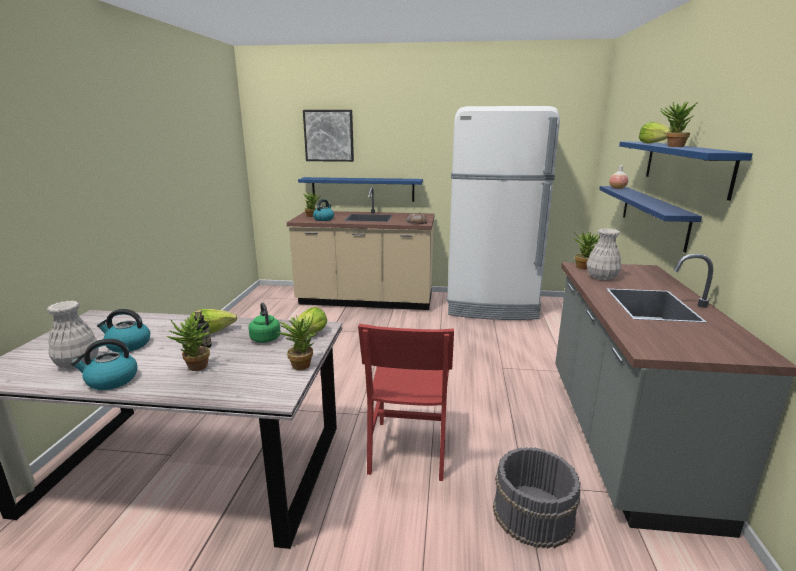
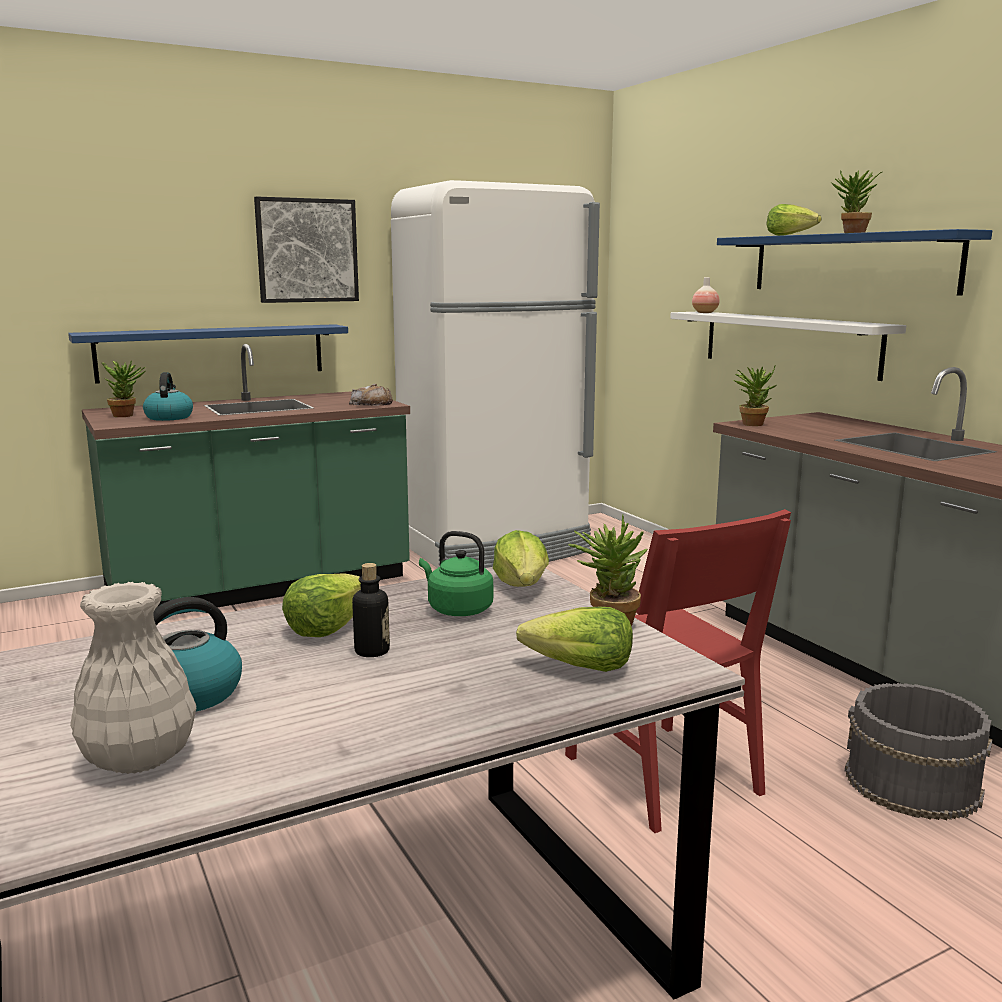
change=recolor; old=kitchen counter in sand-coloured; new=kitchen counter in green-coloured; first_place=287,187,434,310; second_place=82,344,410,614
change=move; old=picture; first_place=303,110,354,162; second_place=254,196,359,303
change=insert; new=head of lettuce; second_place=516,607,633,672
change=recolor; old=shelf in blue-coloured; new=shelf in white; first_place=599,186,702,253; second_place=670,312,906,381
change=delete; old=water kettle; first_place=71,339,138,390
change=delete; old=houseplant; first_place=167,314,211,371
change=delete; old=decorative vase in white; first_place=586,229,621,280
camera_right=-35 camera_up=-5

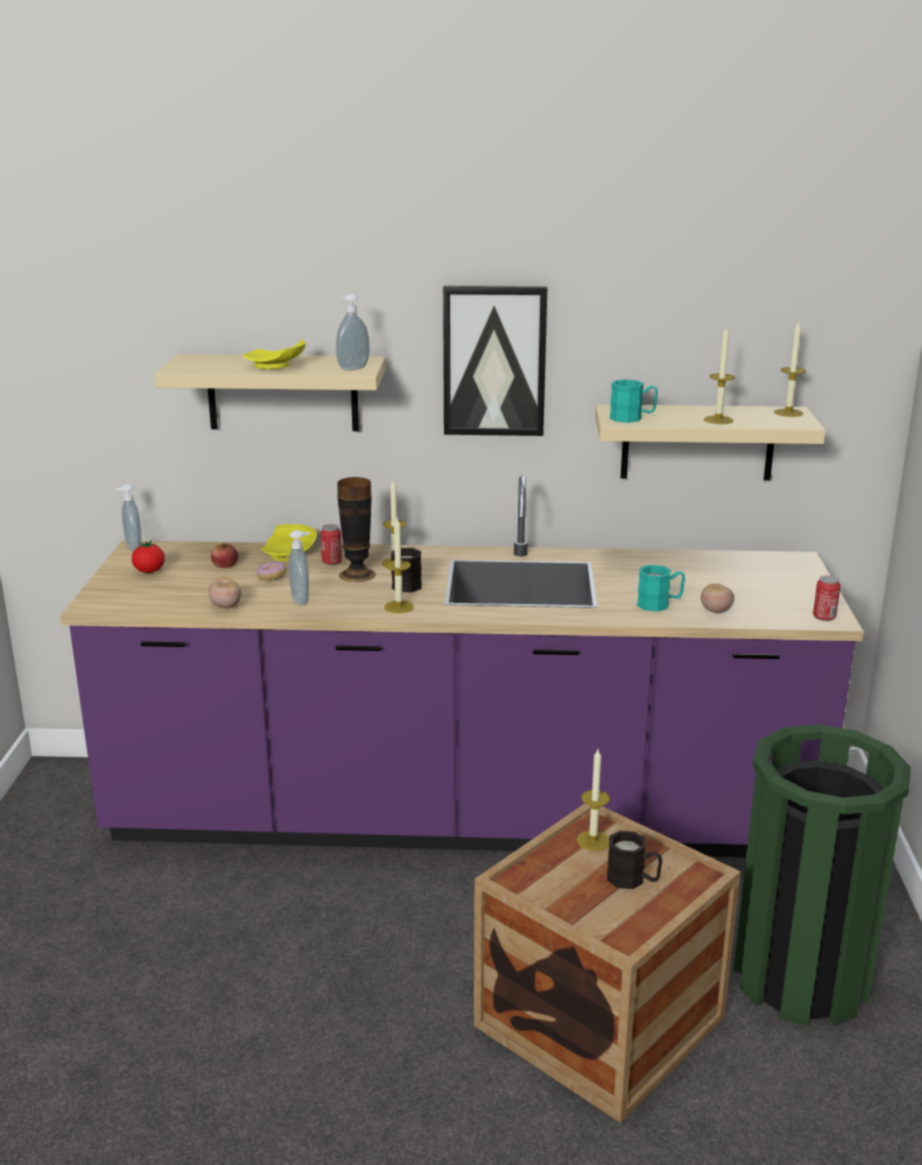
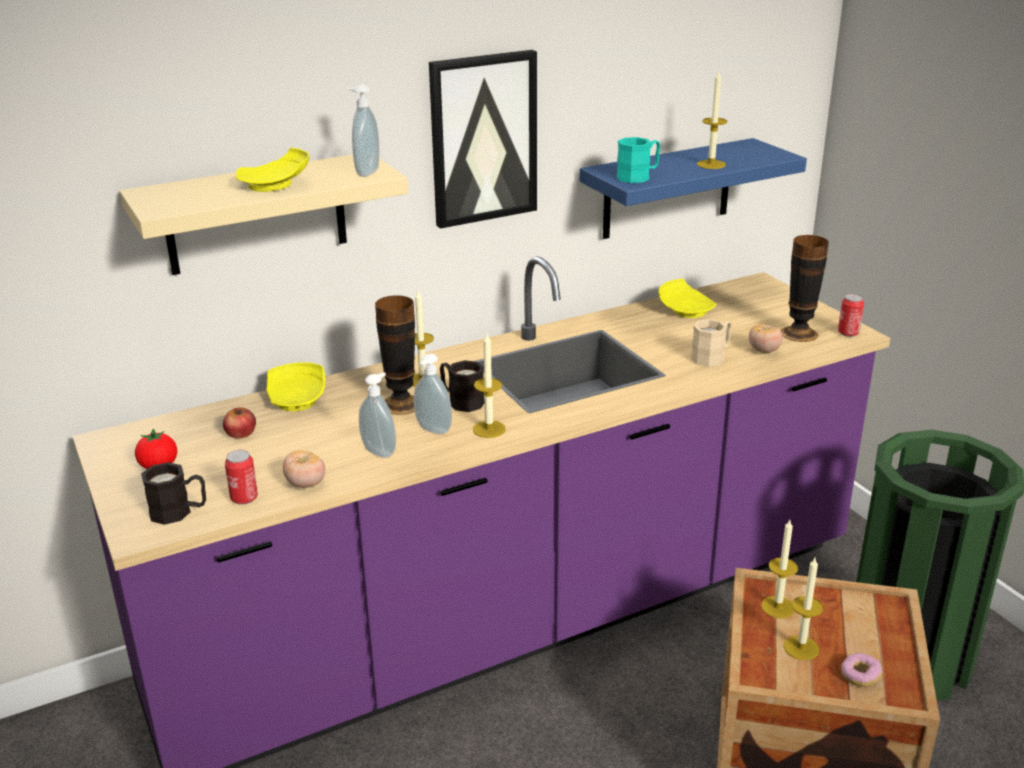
change=move; old=tea mug in black; first_place=607,831,662,889; second_place=141,462,206,525
change=move; old=sealed can; first_place=320,524,342,565; second_place=225,450,258,505
change=move; old=soap bottle; first_place=115,484,141,552; second_place=414,353,452,434
change=recolor; old=shelf in sand-coloured; new=shelf in blue-coloured; first_place=595,404,826,481; second_place=580,138,807,239
change=insert; new=flat dish in yellow-coloured; second_place=658,279,716,318
change=recolor; old=tea mug in turquoise; new=tea mug in sand-coloured; first_place=637,565,685,612; second_place=691,319,732,367
change=insert; new=decorative vase; second_place=781,235,829,342
change=move; old=wax light; first_place=774,321,806,417; second_place=783,558,823,660
change=move; old=doughnut; first_place=257,562,286,580; second_place=841,653,882,687
camera_right=-30 camera_up=5

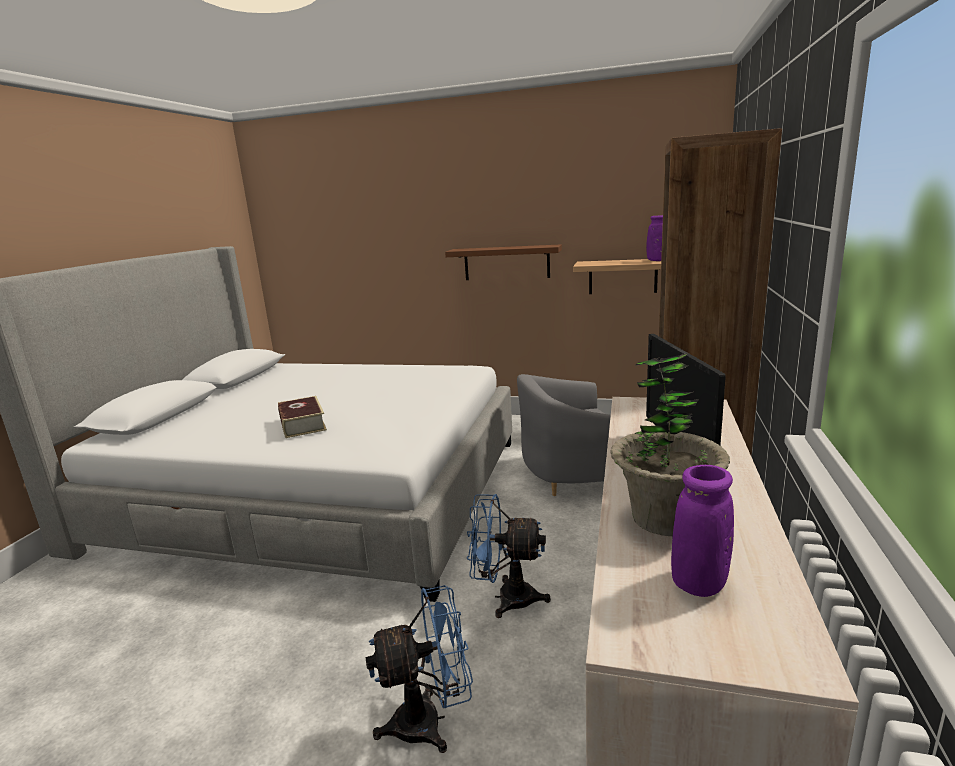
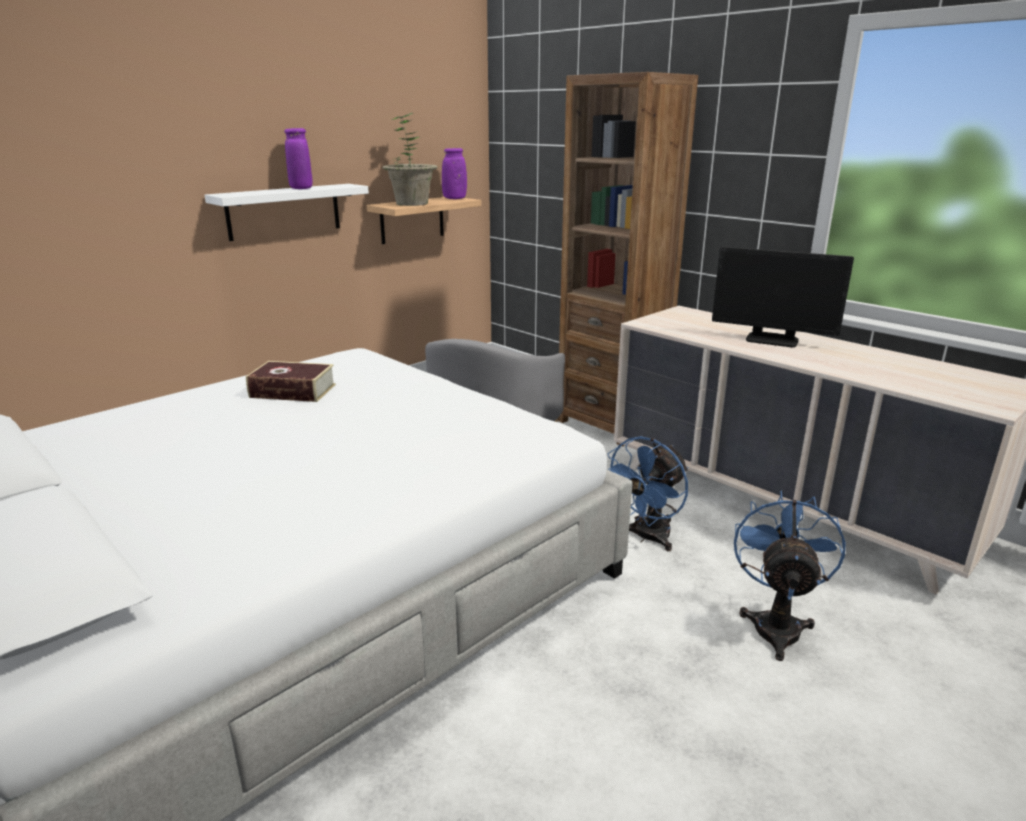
change=recolor; old=shelf in brown-coloured; new=shelf in white; first_place=445,244,562,280; second_place=205,184,369,241
change=move; old=bound book; first_place=278,396,327,438; second_place=246,361,336,402
change=move; old=decorative vase in purplish; first_place=671,465,734,597; second_place=284,128,313,189
change=move; old=houseplant; first_place=610,353,730,536; second_place=383,113,438,206
camera_right=-60 camera_up=5

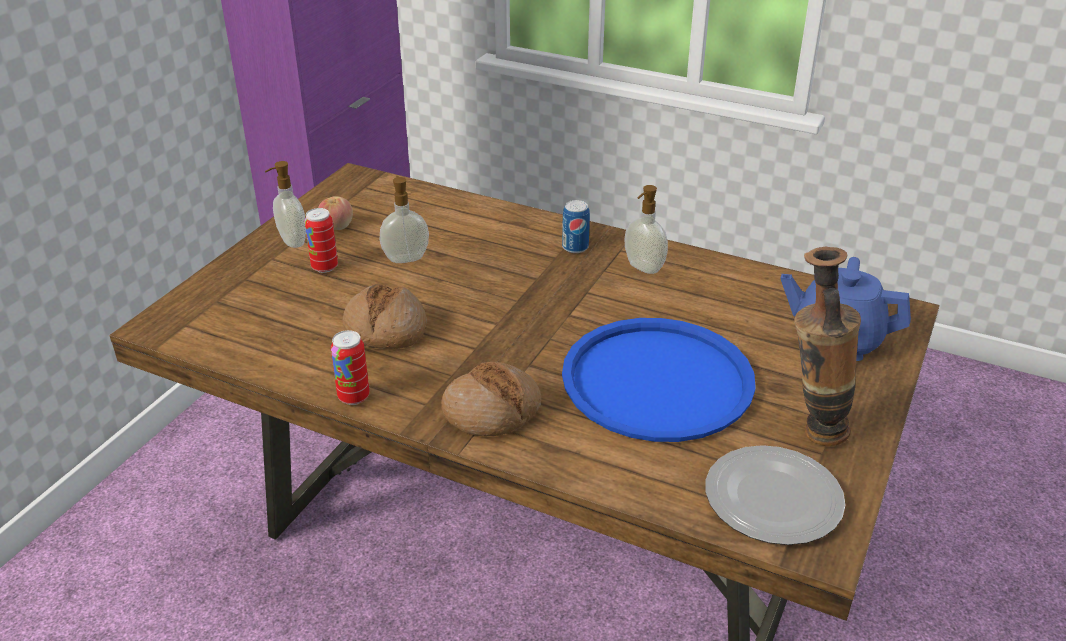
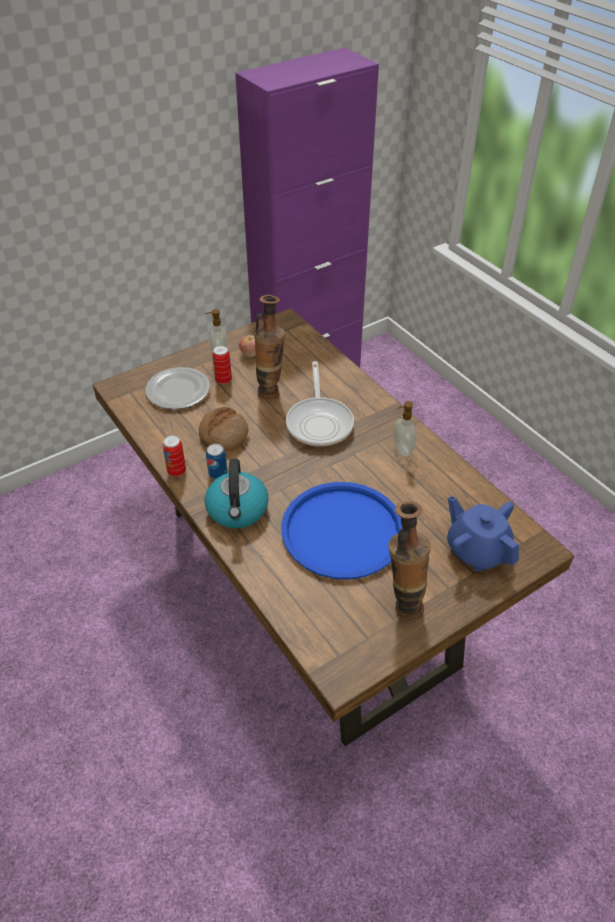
change=move; old=flat dish; first_place=706,445,845,545; second_place=145,367,210,409
change=replace; old=baked bread; new=water kettle; first_place=441,362,541,436; second_place=205,459,269,528
change=move; old=sealed can; first_place=562,200,590,253; second_place=206,444,228,479
change=replace; old=soap bottle; new=decorative vase; first_place=380,176,429,263; second_place=254,295,285,399
change=insert; new=skillet; second_place=286,361,354,447
camera_right=30 camera_up=10

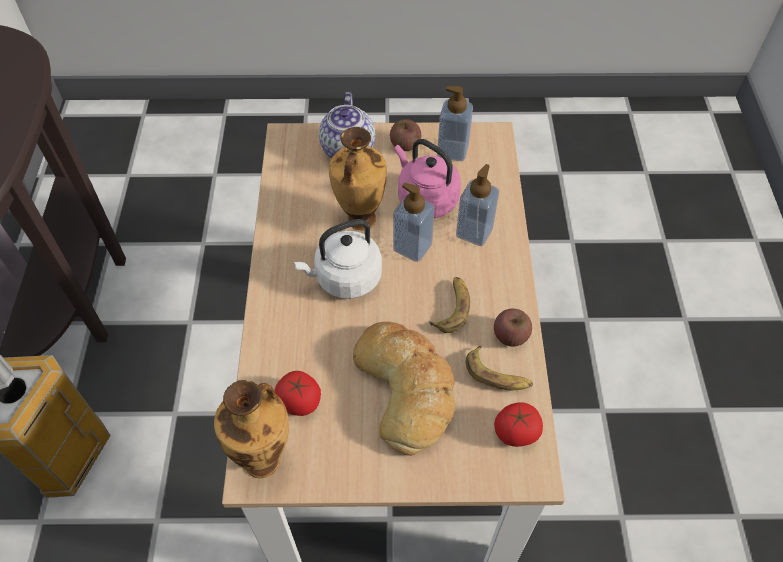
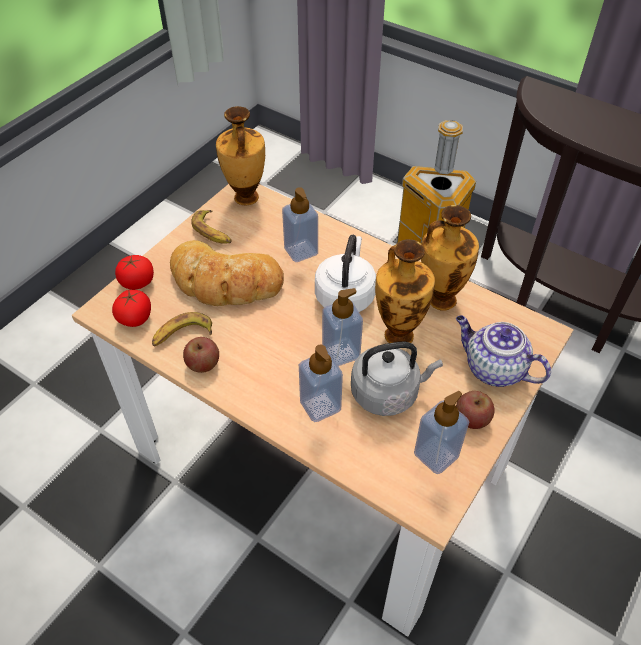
change=move; old=whole tomato; first_place=274,371,321,416; second_place=115,255,154,290
change=move; old=whole banana; first_place=429,277,470,333; second_place=191,210,231,244
change=insert; new=soap bottle; second_place=282,187,318,262
change=recolor; old=water kettle in pink-coloured; new=water kettle in greyish; first_place=395,139,461,218; second_place=351,341,443,416
change=insert; new=decorative vase; second_place=421,205,479,311
camera_right=125 camera_up=-5

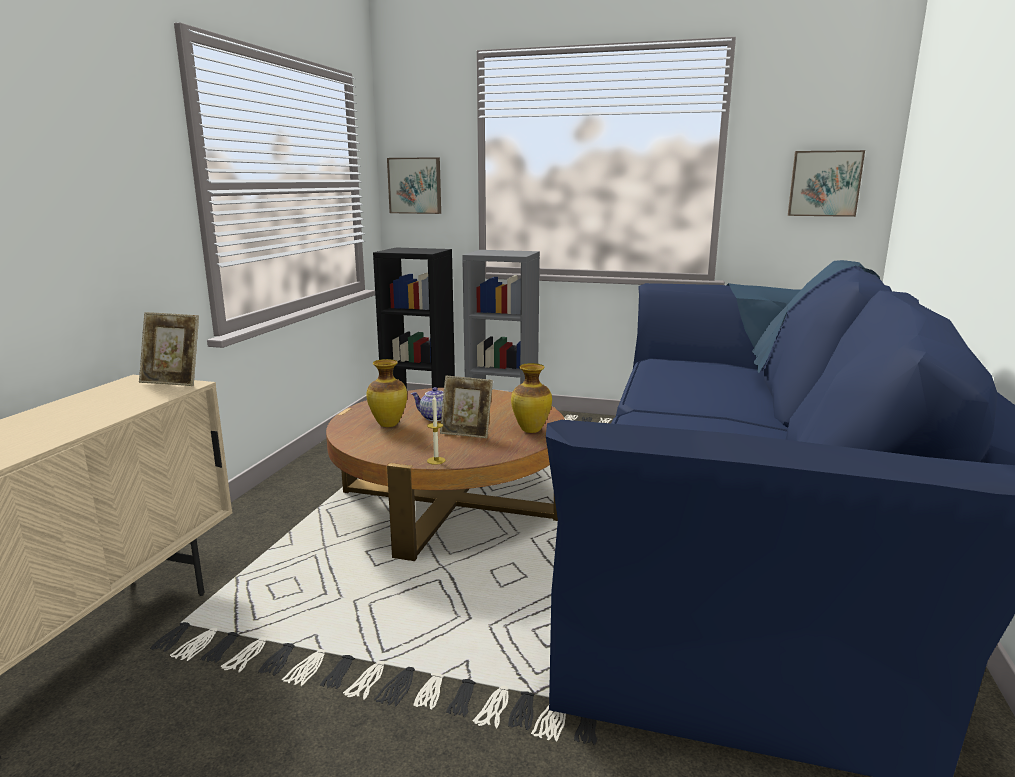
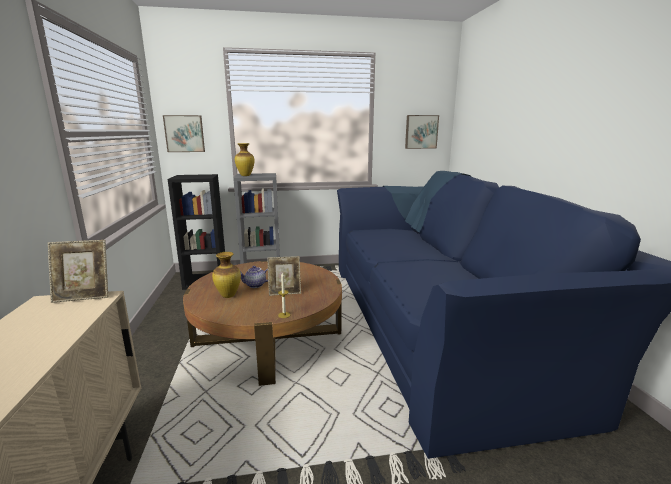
change=move; old=decorative vase; first_place=511,363,552,433; second_place=235,143,255,176
camera_right=-25 camera_up=0

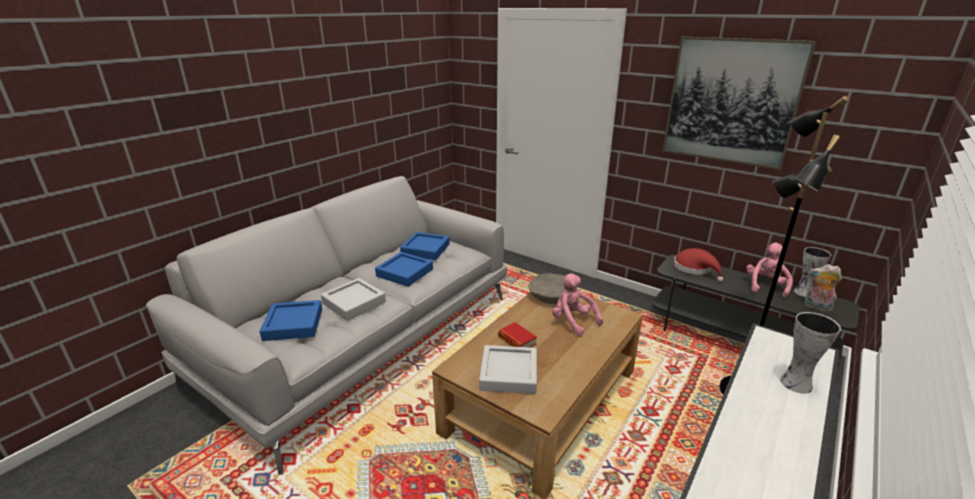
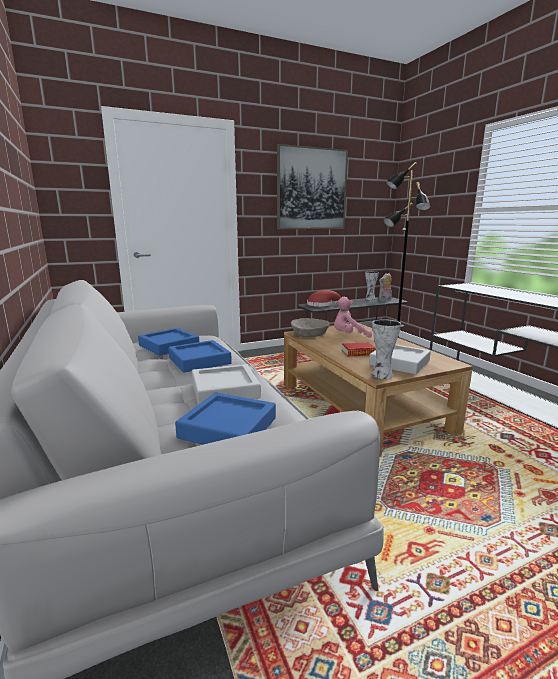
change=move; old=decorative vase; first_place=780,312,841,394; second_place=372,319,401,379
change=delete; old=cuddly toy in pink-coloured; first_place=746,243,793,298
camera_right=-60 camera_up=-10

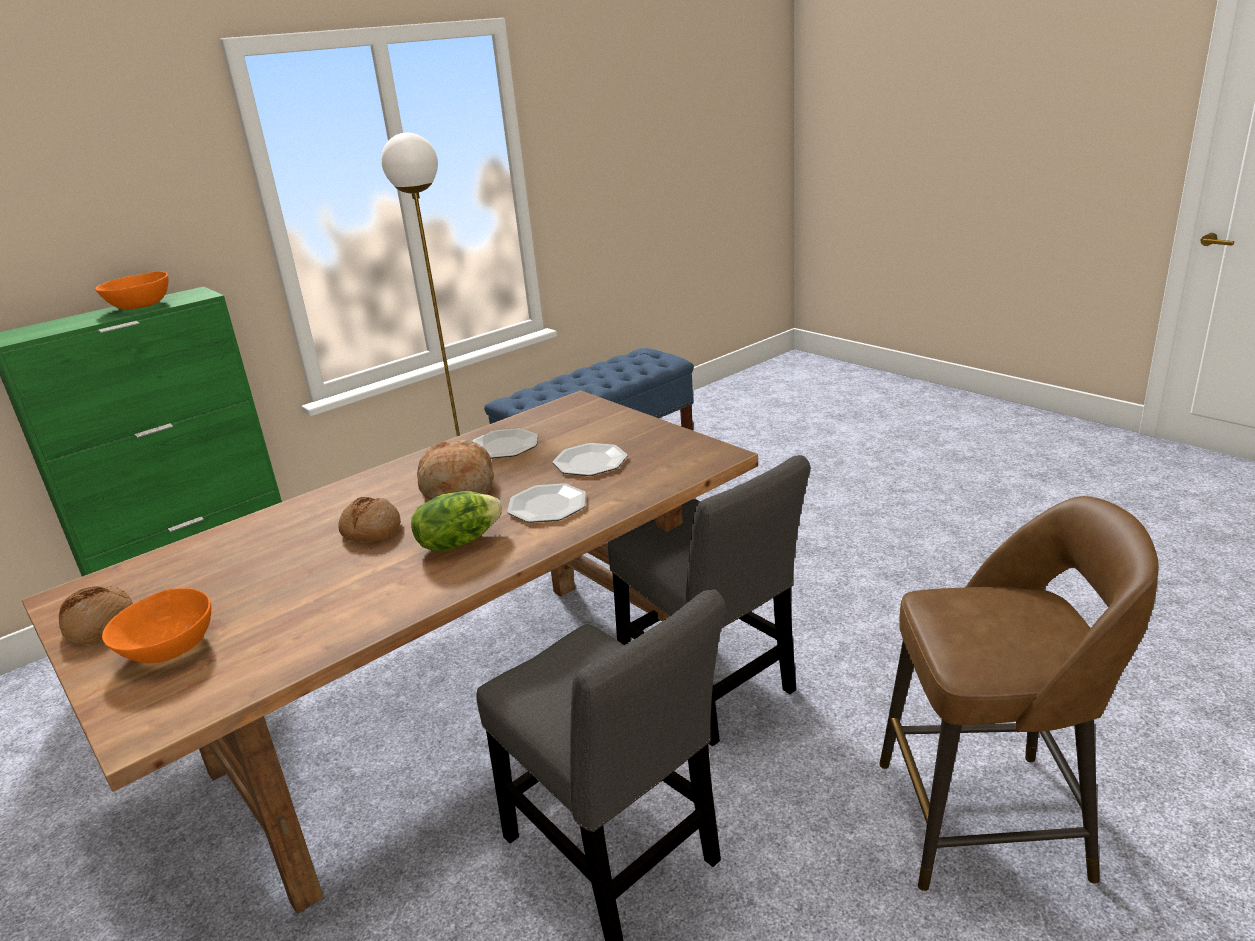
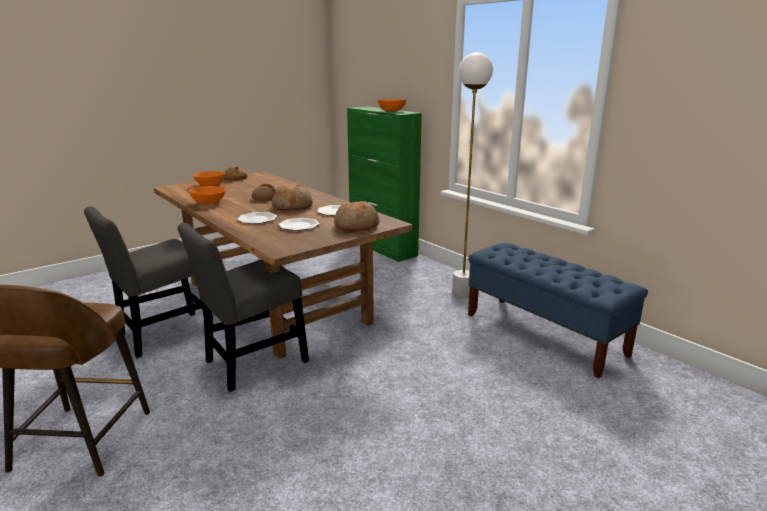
change=insert; new=serving bowl in orangey; second_place=189,186,226,204
change=insert; new=baked bread; second_place=334,201,380,231
change=delete; old=head of lettuce; first_place=411,491,502,551
camera_right=90 camera_up=-5

